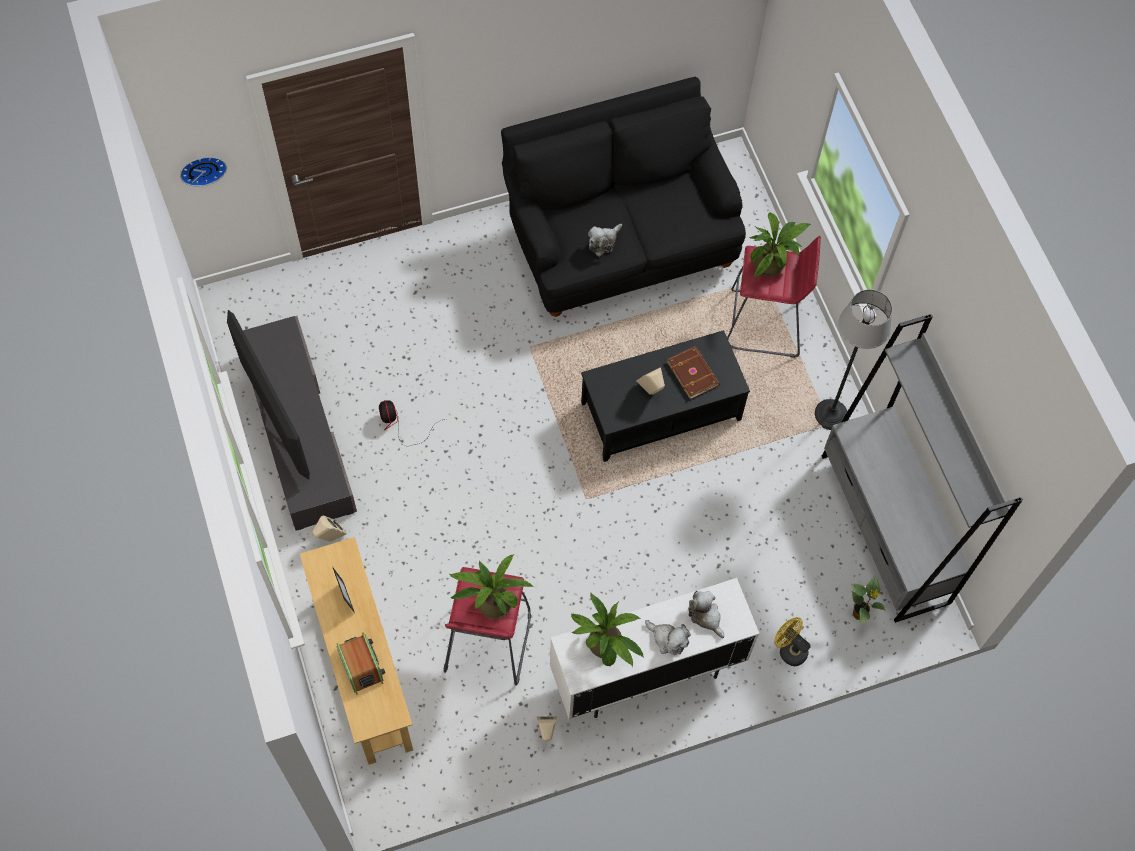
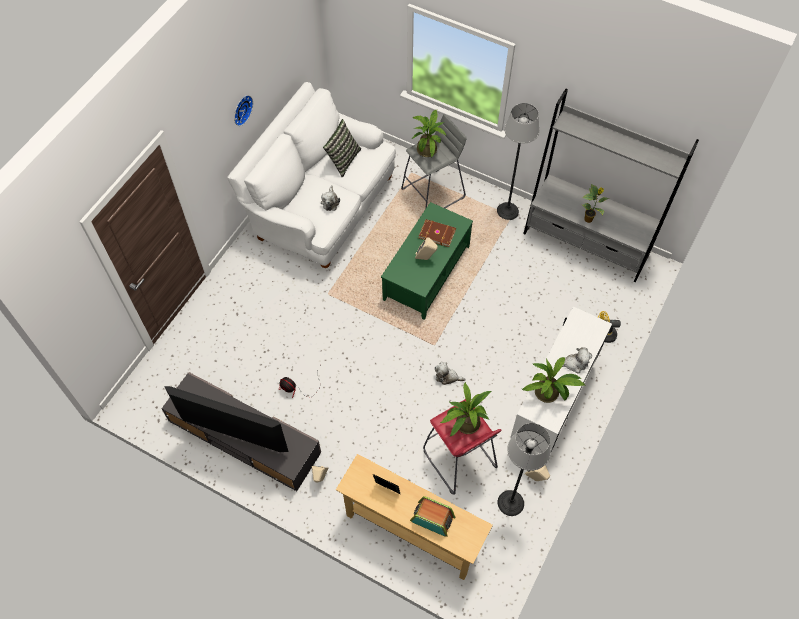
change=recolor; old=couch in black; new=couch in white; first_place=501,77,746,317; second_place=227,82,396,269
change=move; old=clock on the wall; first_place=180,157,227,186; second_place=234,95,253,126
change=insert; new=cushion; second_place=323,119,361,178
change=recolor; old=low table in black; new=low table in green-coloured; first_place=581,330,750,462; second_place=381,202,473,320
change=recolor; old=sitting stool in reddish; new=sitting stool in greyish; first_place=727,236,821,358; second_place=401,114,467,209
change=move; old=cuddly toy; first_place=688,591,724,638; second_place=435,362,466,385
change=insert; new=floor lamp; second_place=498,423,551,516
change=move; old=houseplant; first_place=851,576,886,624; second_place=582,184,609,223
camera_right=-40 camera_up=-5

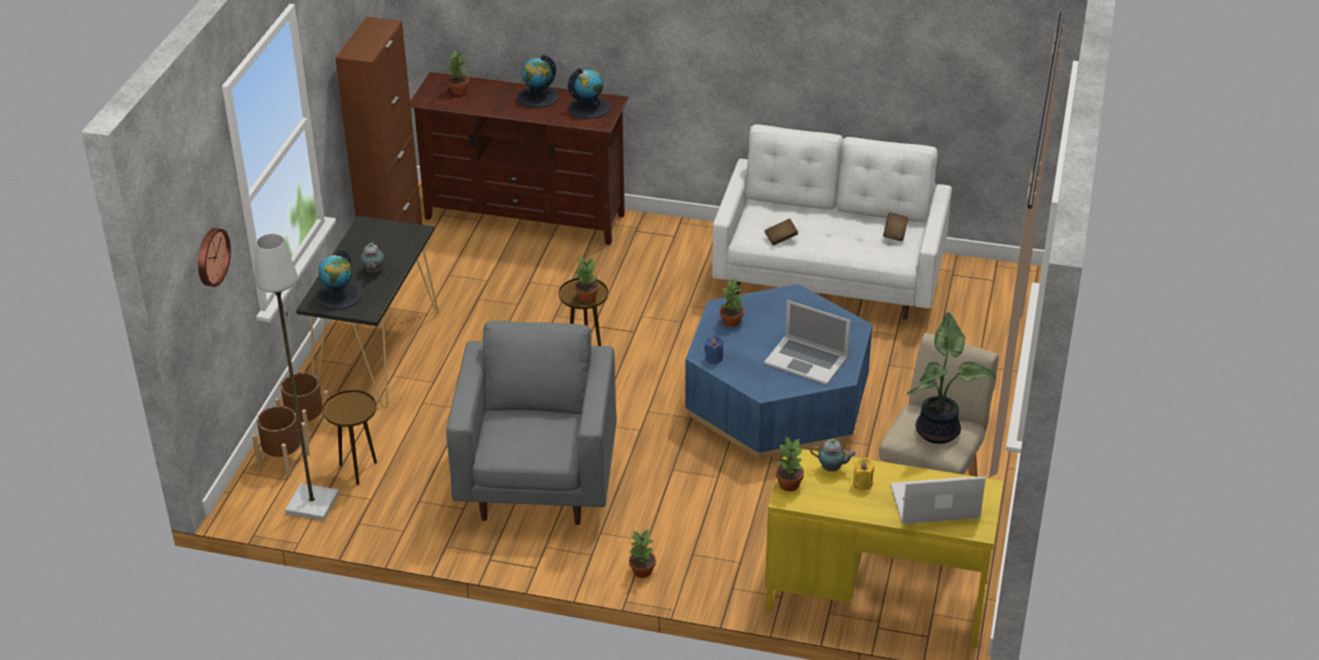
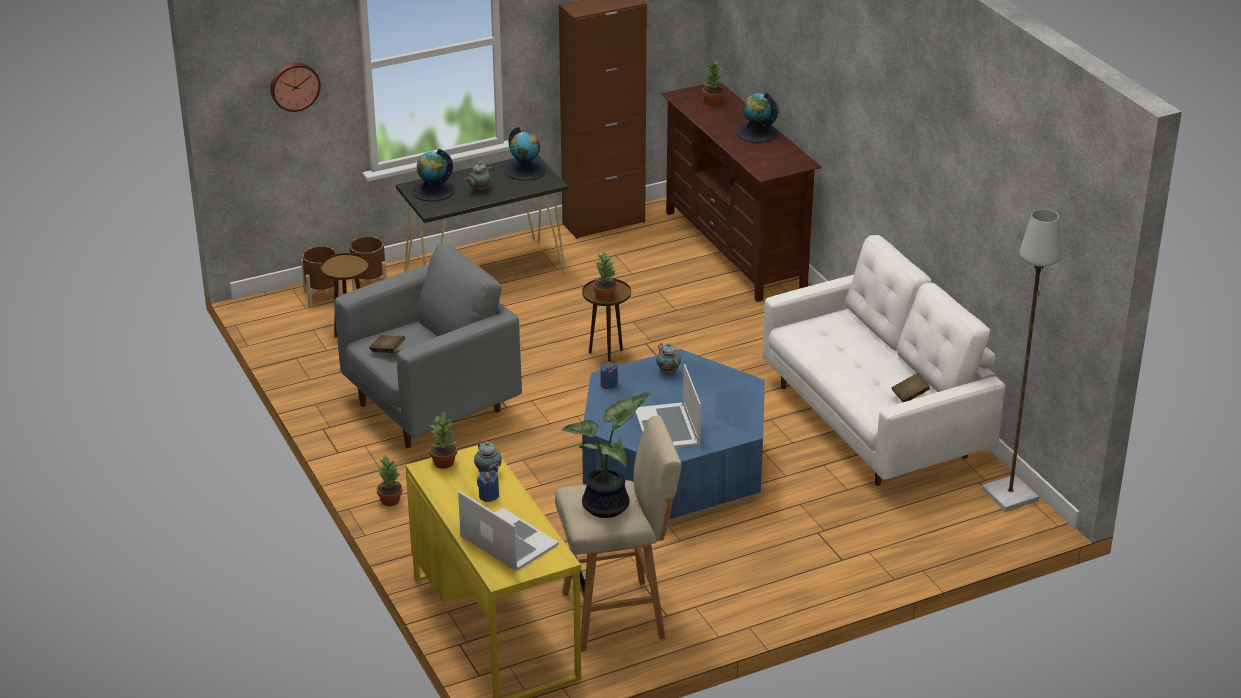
change=move; old=bound book in brown-coloured; first_place=764,218,798,246; second_place=369,335,405,353
change=recolor; old=wax light in yellow-coloured; new=wax light in blue-coloured; first_place=853,457,874,490; second_place=477,470,499,502
change=move; old=desk globe; first_place=568,68,610,119; second_place=505,127,546,181
change=replace; old=houseplant; new=tea pot; first_place=720,279,744,327; second_place=656,343,681,374
change=move; old=floor lamp in greyish; first_place=254,234,339,520; second_place=982,209,1062,511
camera_right=50 camera_up=-5

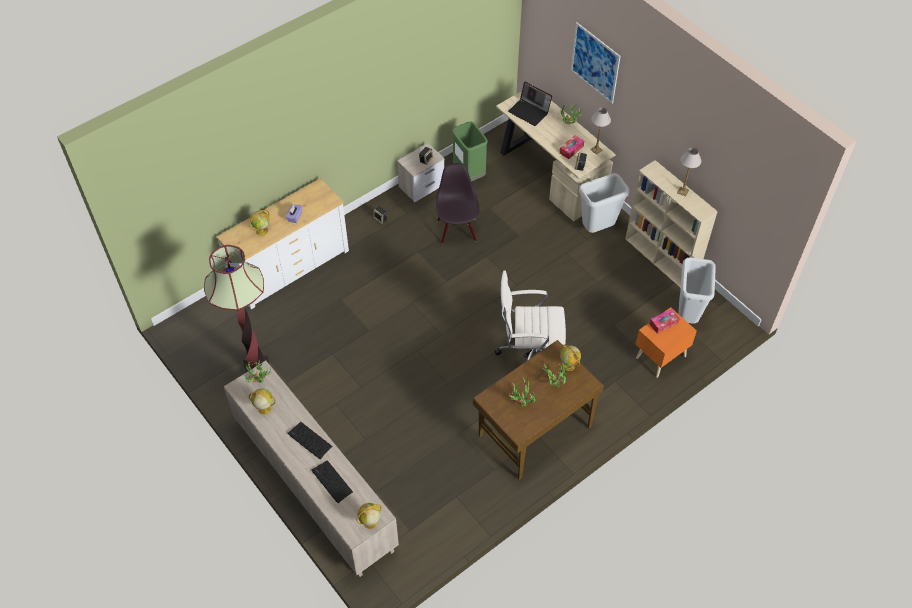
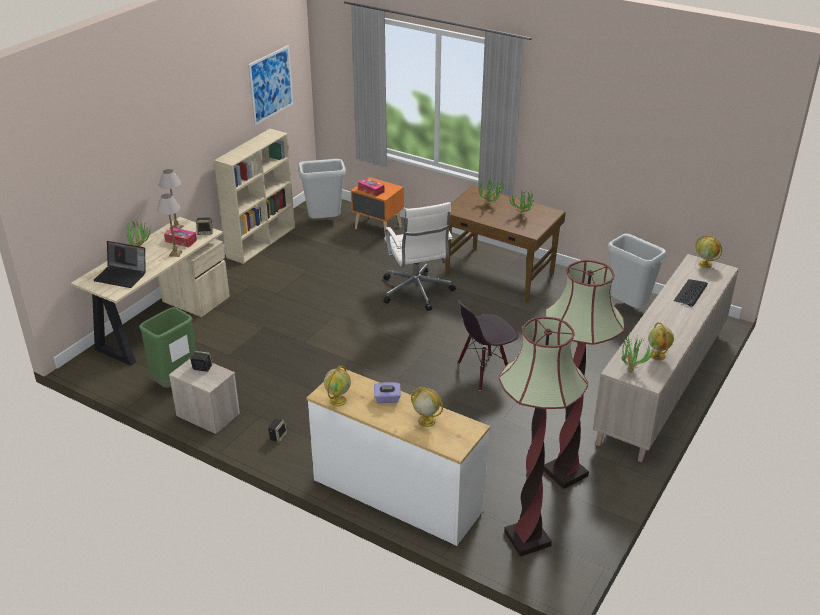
change=rotate; old=laptop; first_place=508,81,552,126; second_place=94,241,146,288; degrees=90
change=move; old=lamp for a table; first_place=677,148,702,196; second_place=157,194,183,257
change=move; old=picture; first_place=571,22,620,104; second_place=248,45,293,125
change=move; old=desk globe; first_place=560,345,581,371; second_place=324,366,351,406
change=move; old=plain chair in black; first_place=436,163,479,244; second_place=457,298,518,391
change=insert; new=floor lamp; second_place=499,317,588,557
change=move; old=waste bin in greyish; first_place=579,173,630,233; second_place=608,234,666,308
change=delete; old=PC keyboard; first_place=287,422,332,459
camera_right=-110 camera_up=-20

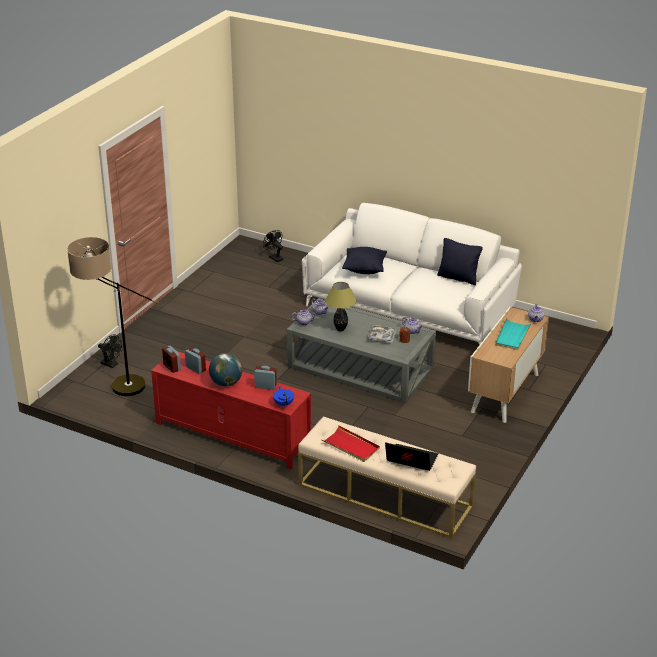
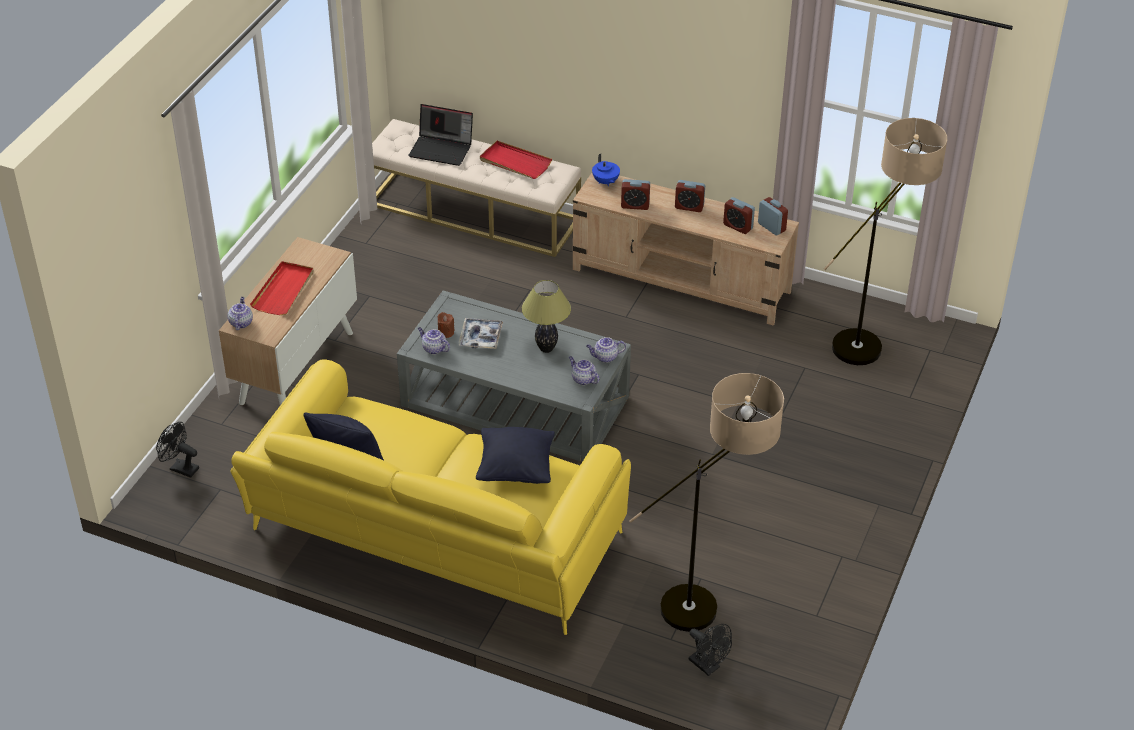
change=move; old=fan in black; first_place=98,334,122,368; second_place=156,422,199,478
change=recolor; old=couch in white; new=couch in yellow-coloured; first_place=302,203,522,345; second_place=231,359,631,635
change=recolor; old=carrying tray in turquoise; new=carrying tray in reddish; first_place=495,317,532,350; second_place=250,261,314,315
change=recolor; old=tv stand in reddish; new=tv stand in sand-coloured; first_place=151,351,311,470; second_place=573,173,799,326
change=insert; new=floor lamp; second_place=629,373,784,632
change=replace; old=desk globe; new=alarm clock; first_place=209,353,242,386; second_place=675,180,705,212
camera_right=175 camera_up=10

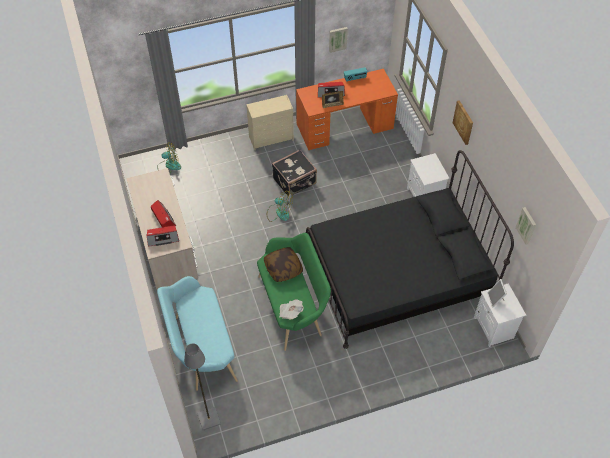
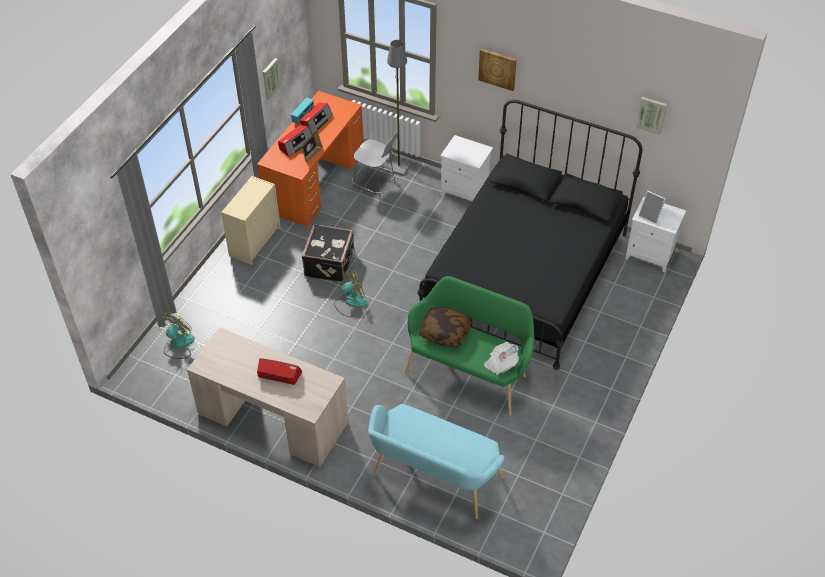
change=move; old=radio receiver; first_place=147,225,179,247; second_place=300,103,333,134
change=insert; new=plain chair in greyish; second_place=352,132,398,202
change=move; old=floor lamp in greyish; first_place=184,343,221,430; second_place=386,40,412,176
camera_right=-45 camera_up=-5

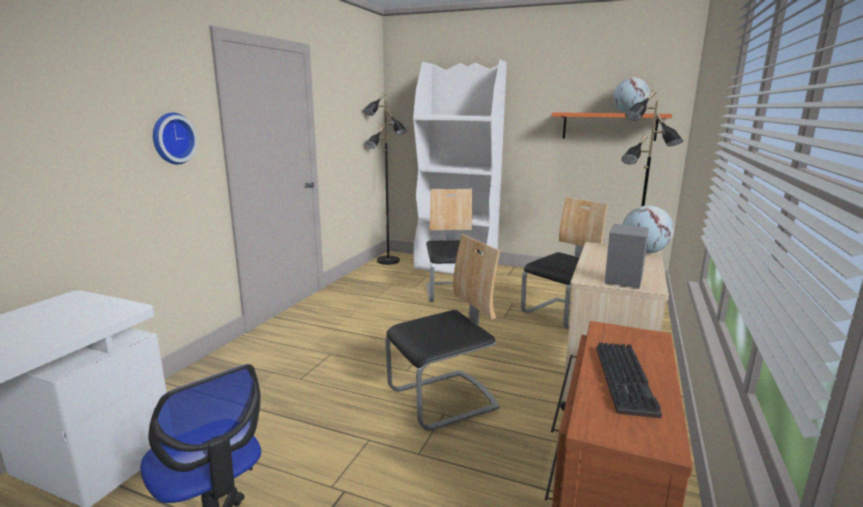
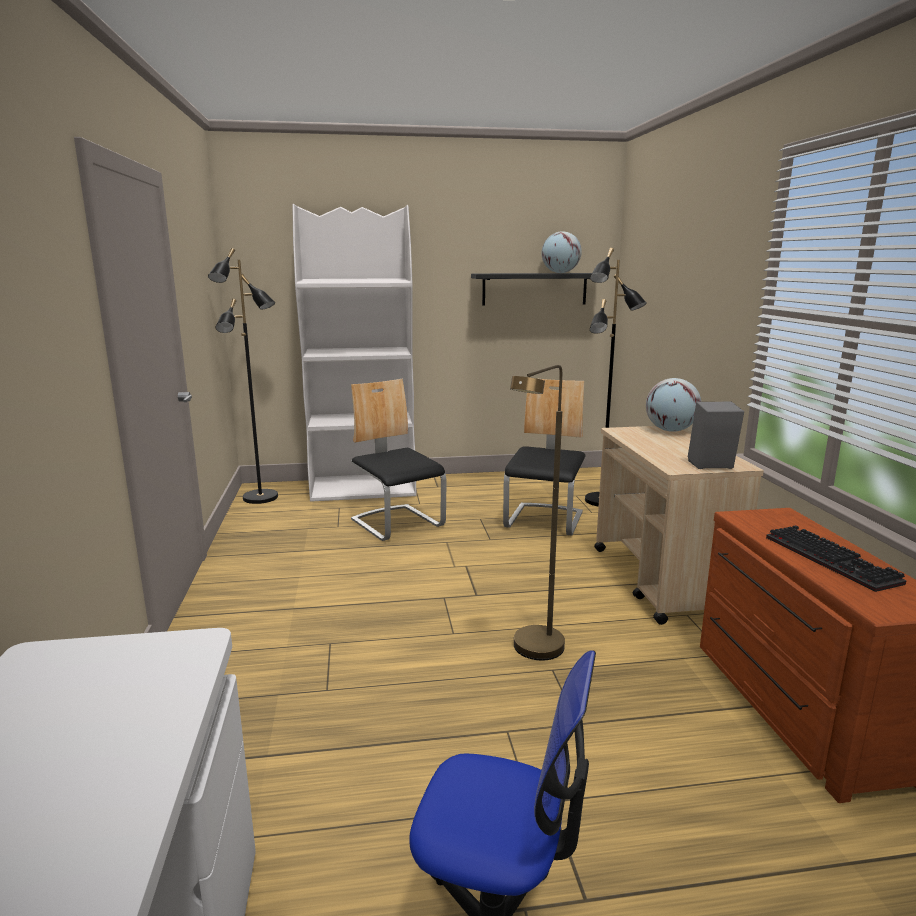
change=recolor; old=shelf in orangey; new=shelf in black; first_place=551,112,672,141; second_place=471,273,609,306
change=replace; old=plain chair; new=floor lamp in brown-coloured; first_place=385,234,500,431; second_place=510,365,565,660
change=delete; old=clock on the wall; first_place=153,113,198,165
camera_right=-30 camera_up=0

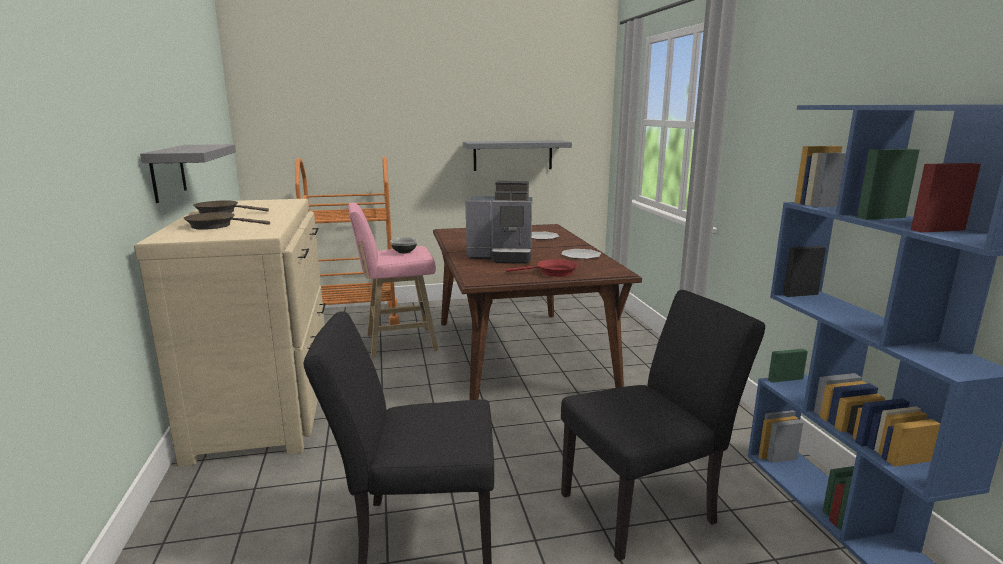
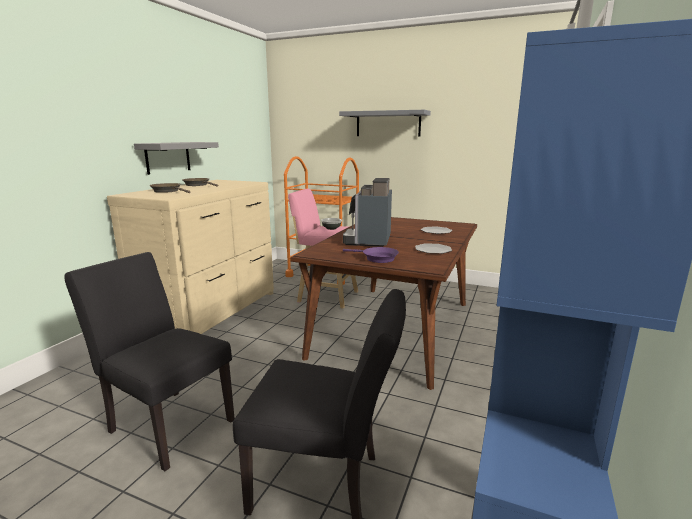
change=move; old=shelf in greyish; first_place=463,140,572,171; second_place=339,110,431,137
change=rotate; old=coffee maker; first_place=466,180,532,264; second_place=343,178,392,247; degrees=60
change=recolor; old=skillet in reddish; new=skillet in purplish; first_place=506,259,578,277; second_place=343,247,399,263
camera_right=35 camera_up=0

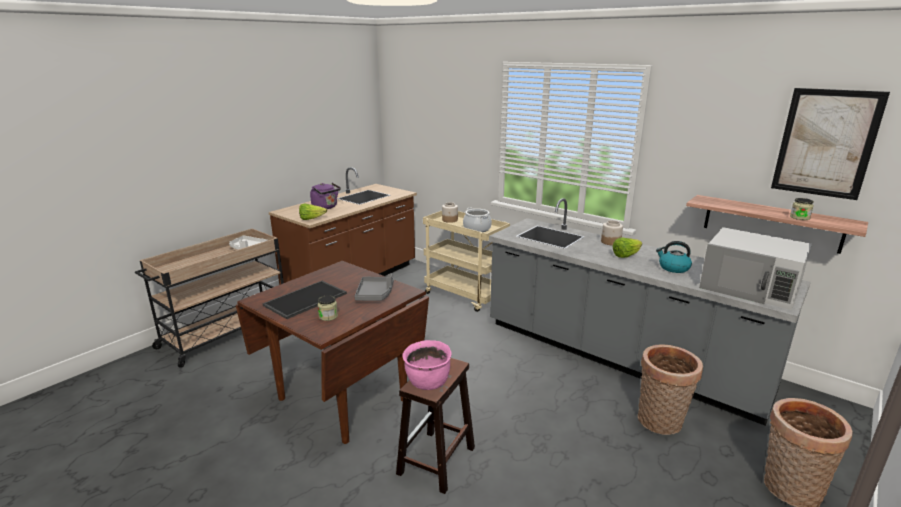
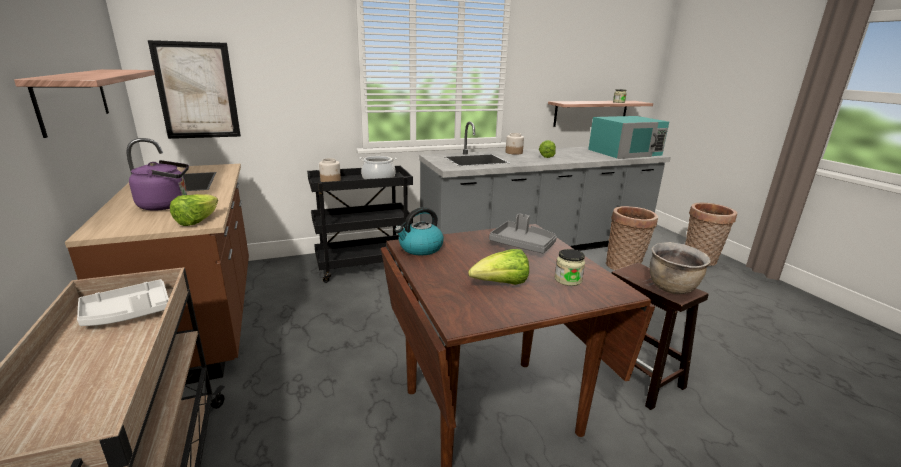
change=insert; new=shelf; second_place=14,69,155,138
change=move; old=picture; first_place=771,88,890,200; second_place=148,40,241,139
change=recolor; old=cart in sand-coloured; new=cart in black; first_place=423,211,510,312; second_place=307,166,413,283
change=move; old=water kettle; first_place=656,241,692,273; second_place=395,207,444,255
change=replace; old=carrying tray; new=head of lettuce; first_place=262,281,347,319; second_place=468,249,529,285
change=recolor; old=microwave in white; new=microwave in turquoise; first_place=699,227,812,310; second_place=588,116,669,159
change=recolor; old=saucepot in pink-coloured; new=saucepot in brown-coloured; first_place=402,340,452,390; second_place=650,242,711,294
camera_right=-60 camera_up=0

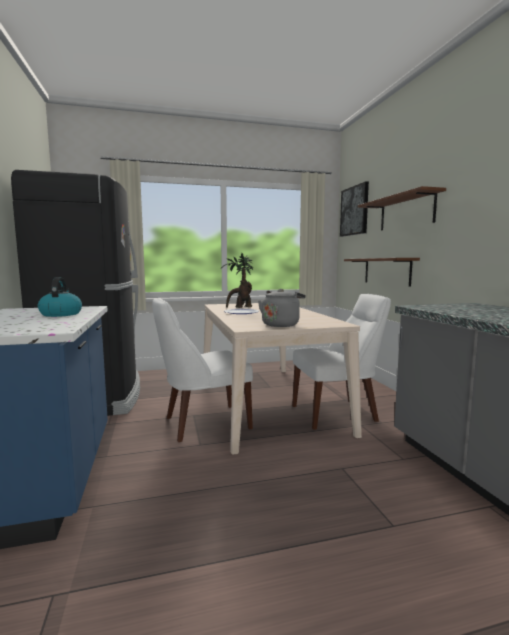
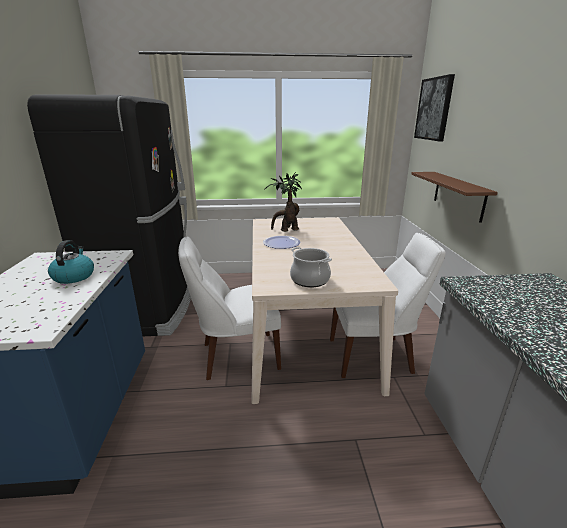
change=replace; old=water kettle in greyish; new=saucepot; first_place=258,289,306,327; second_place=290,247,332,287
change=delete; old=shelf in brown-coloured; first_place=358,186,446,231
camera_right=10 camera_up=15

